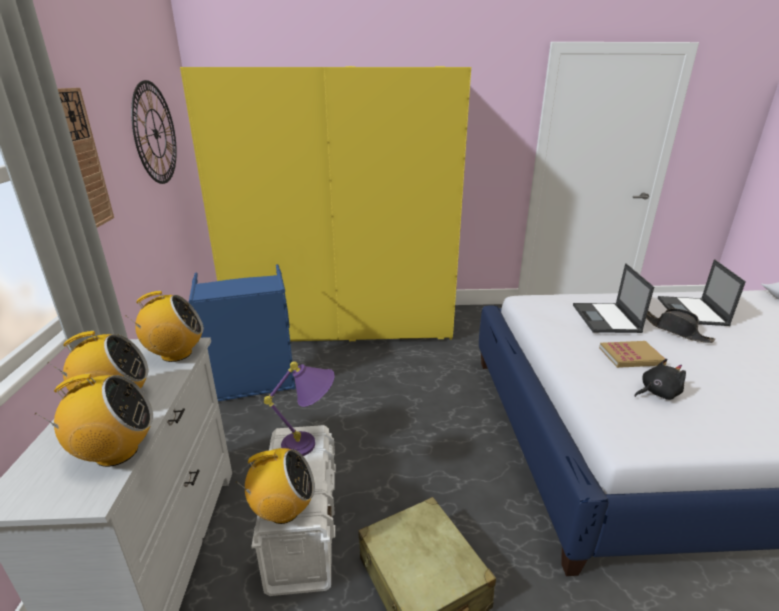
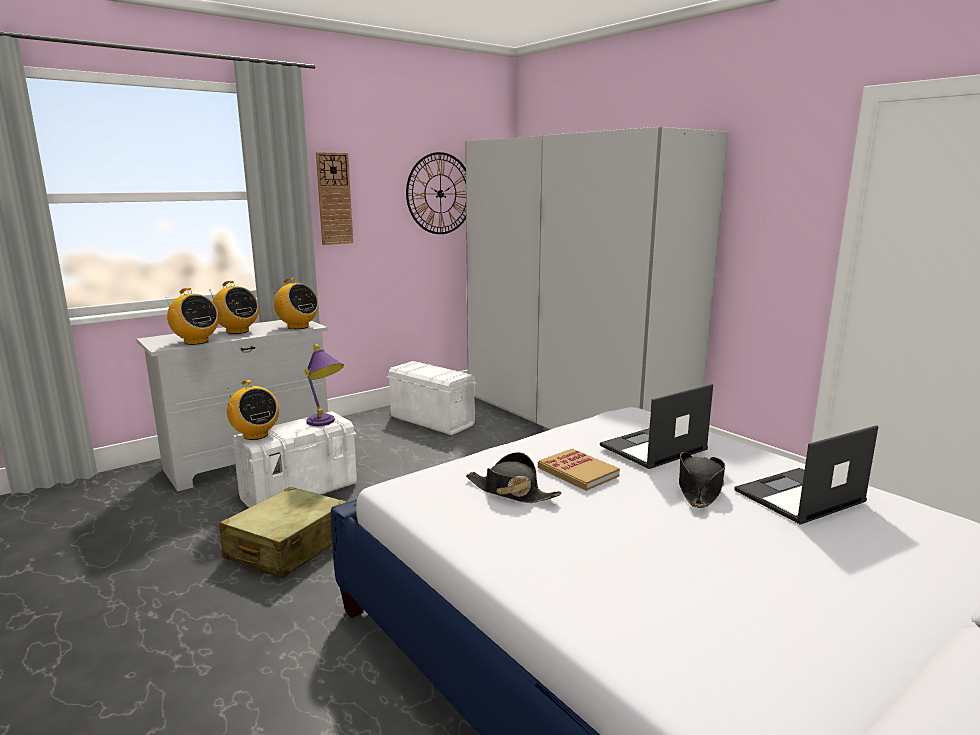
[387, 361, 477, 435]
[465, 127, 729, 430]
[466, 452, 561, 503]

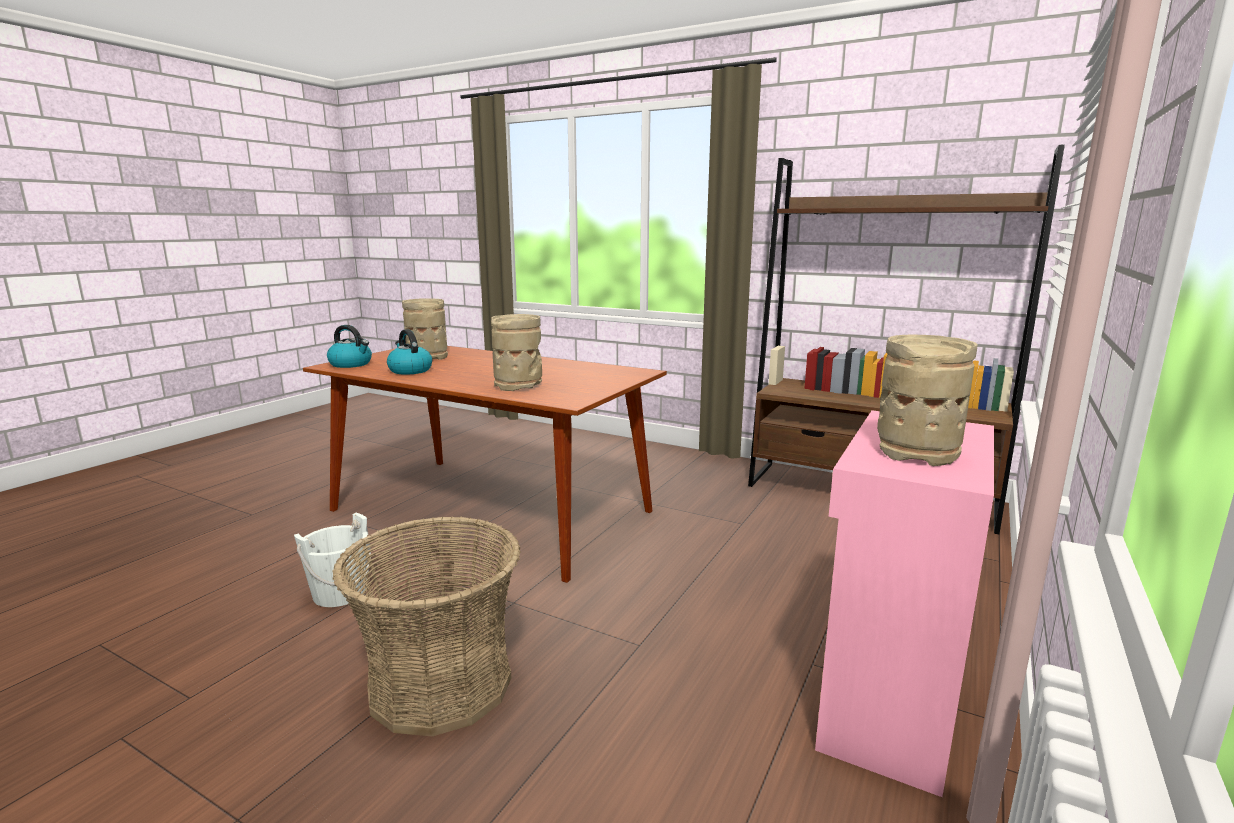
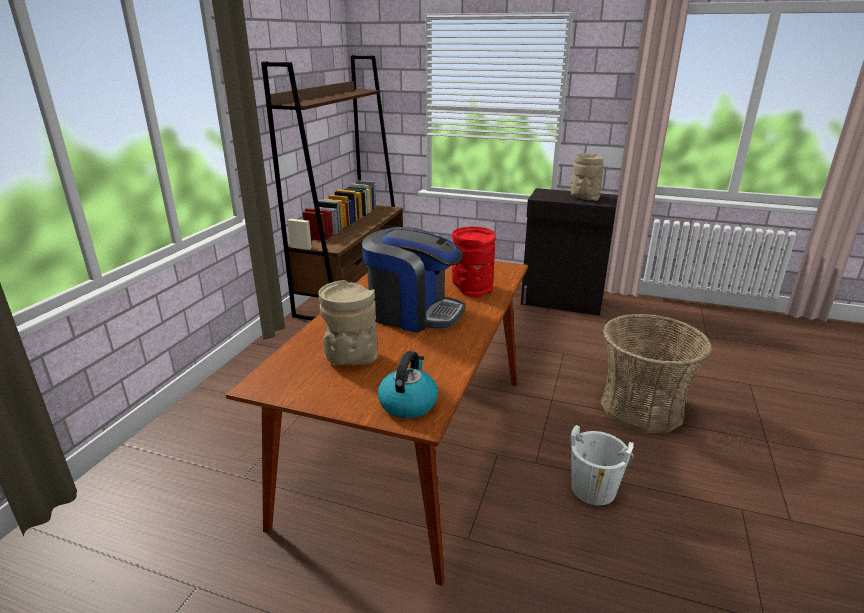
[362, 227, 465, 333]
[452, 226, 495, 298]
[521, 188, 618, 316]
[387, 329, 432, 375] (first image)

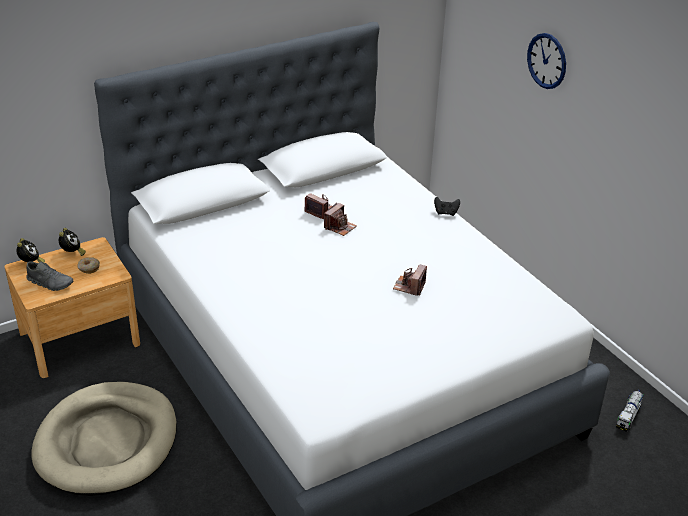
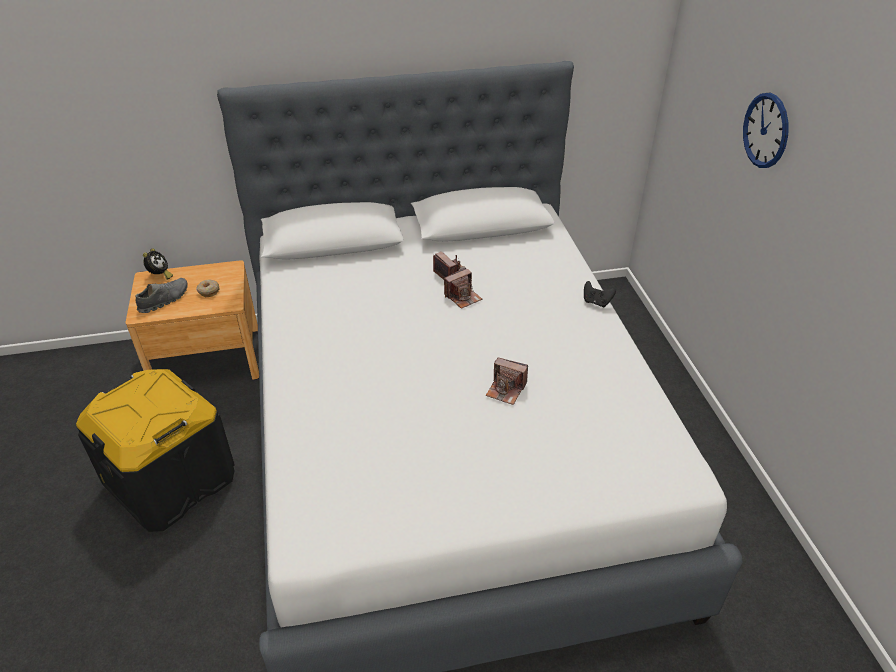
[76, 369, 235, 532]
[136, 278, 188, 313]
[486, 358, 528, 405]
[59, 228, 86, 256] (first image)
[616, 390, 644, 432] (first image)

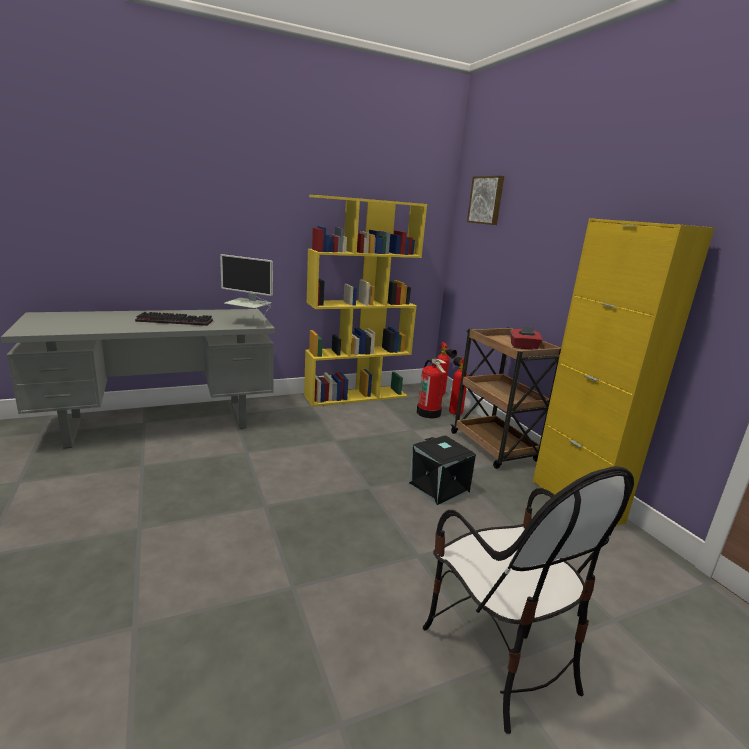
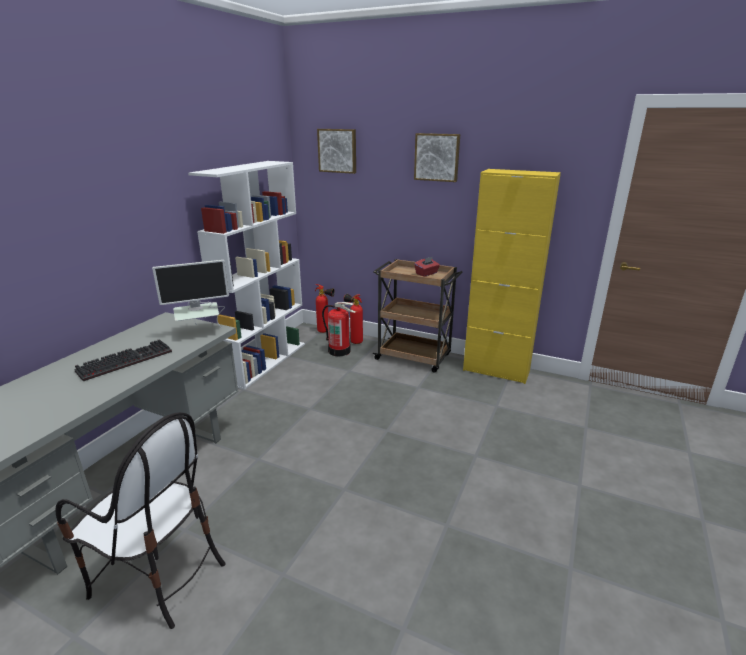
[55, 412, 225, 629]
[188, 161, 305, 390]
[414, 133, 460, 182]
[409, 435, 476, 505] (first image)

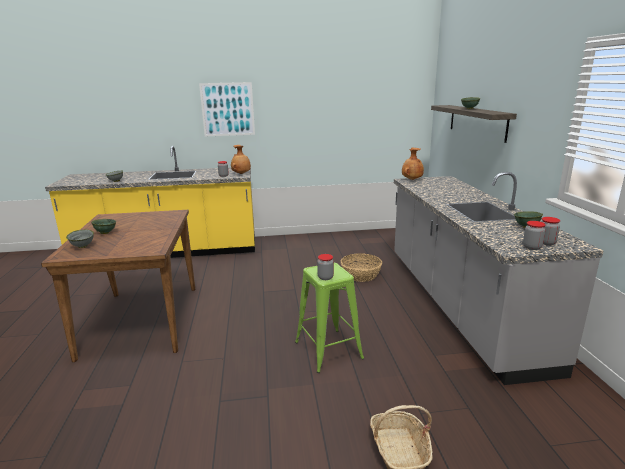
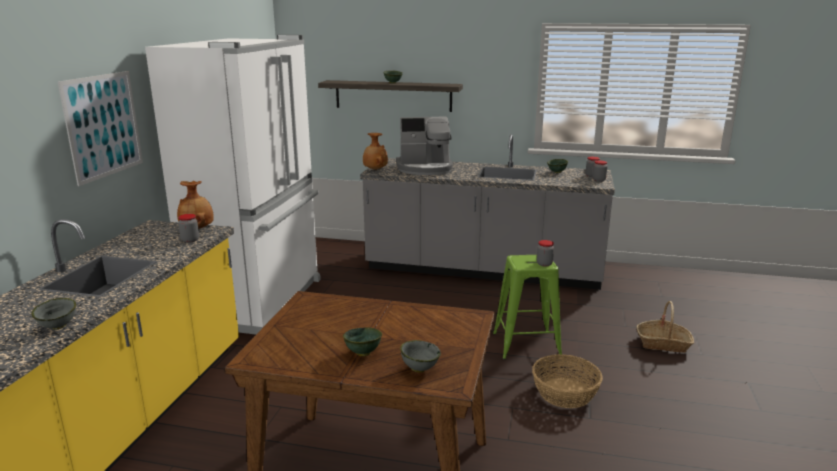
[145, 35, 321, 335]
[396, 117, 453, 175]
[532, 354, 603, 408]

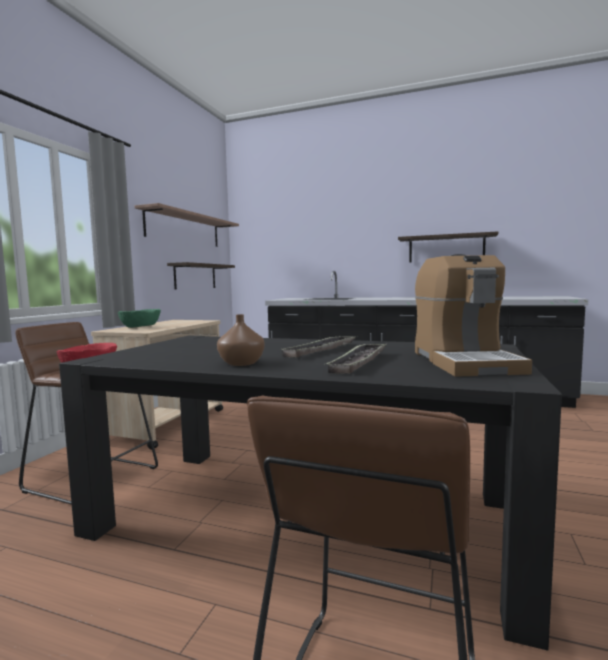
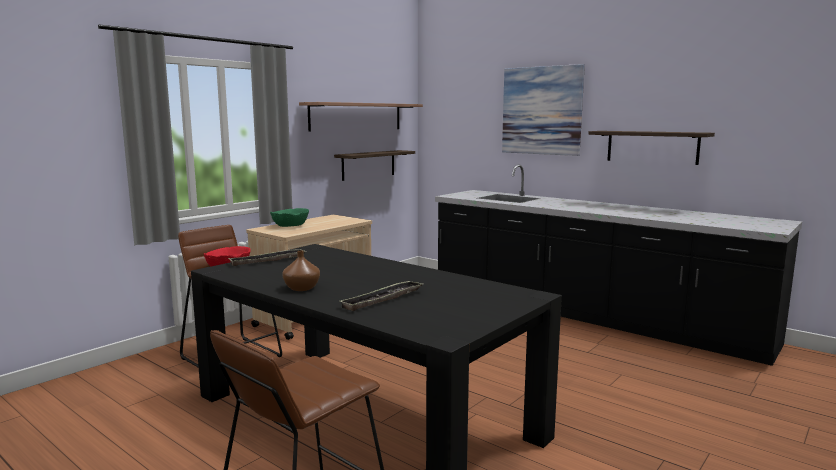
[228, 249, 306, 266]
[502, 64, 585, 156]
[415, 254, 532, 377] (first image)

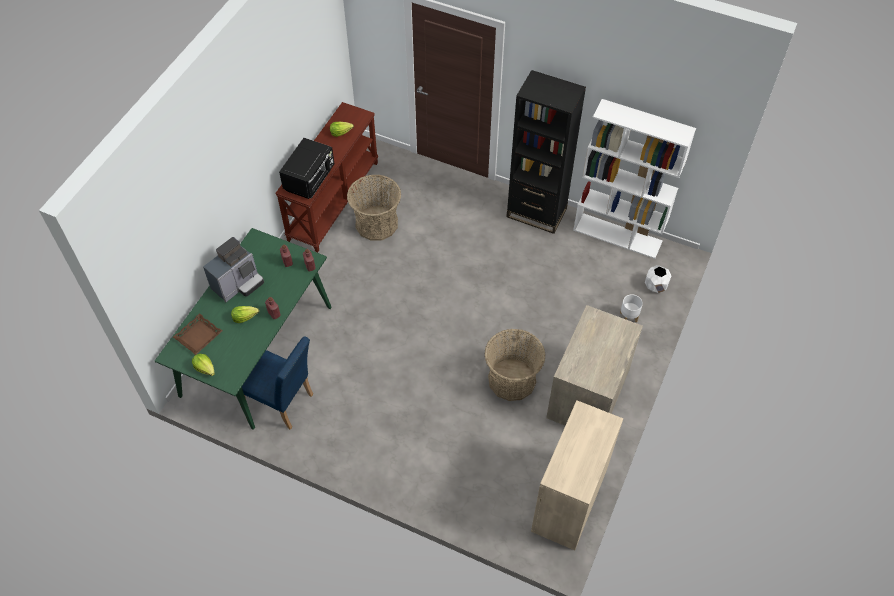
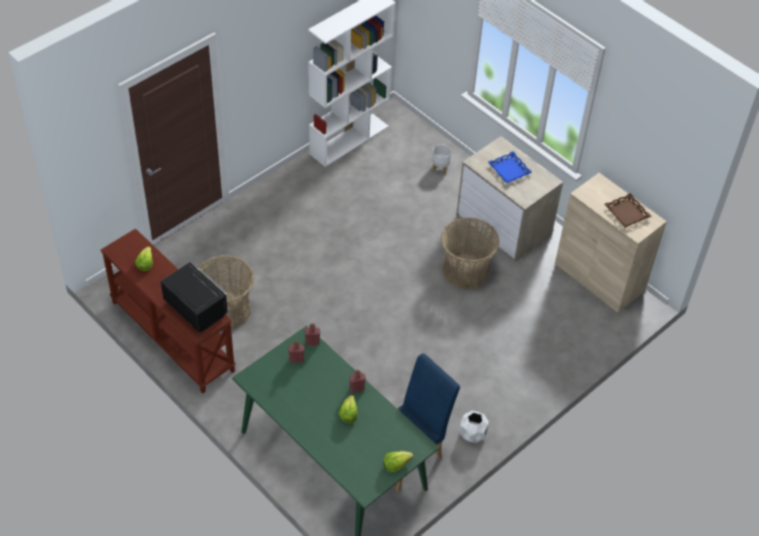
[459, 411, 489, 443]
[488, 152, 532, 183]
[605, 193, 652, 228]
[203, 237, 264, 302] (first image)
[506, 70, 586, 234] (first image)

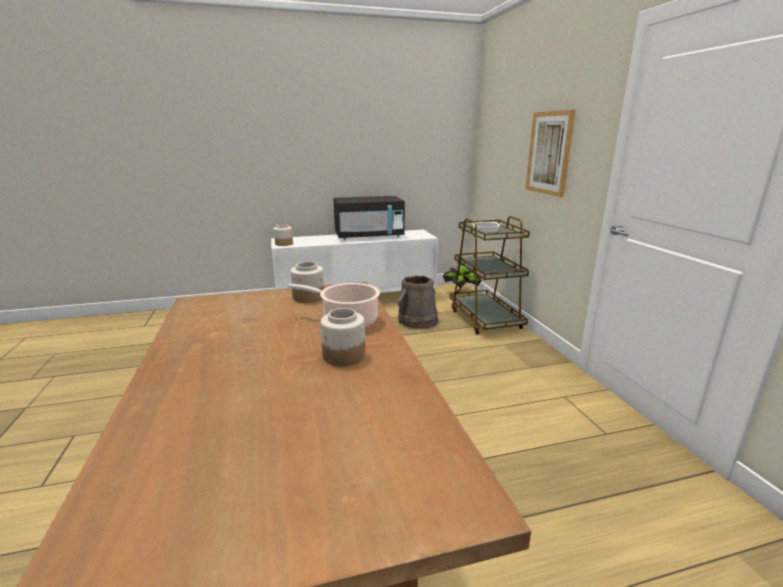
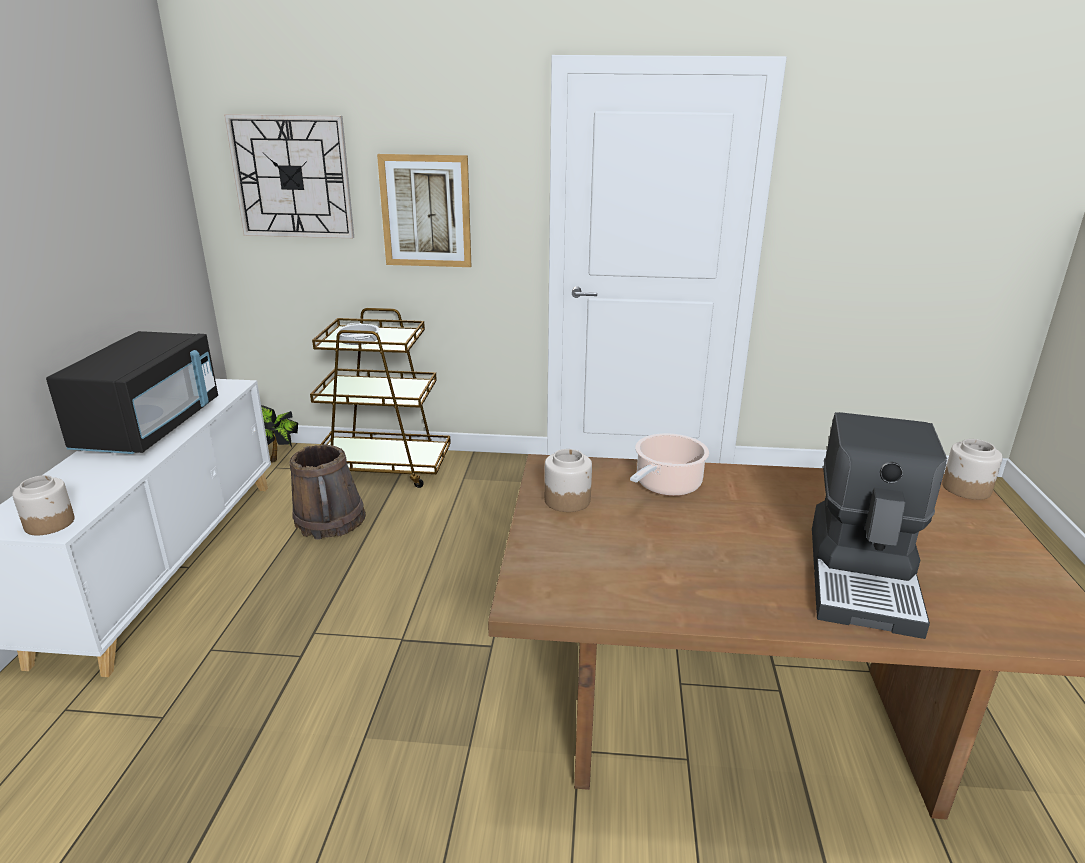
[224, 114, 354, 238]
[812, 412, 947, 639]
[942, 439, 1003, 500]

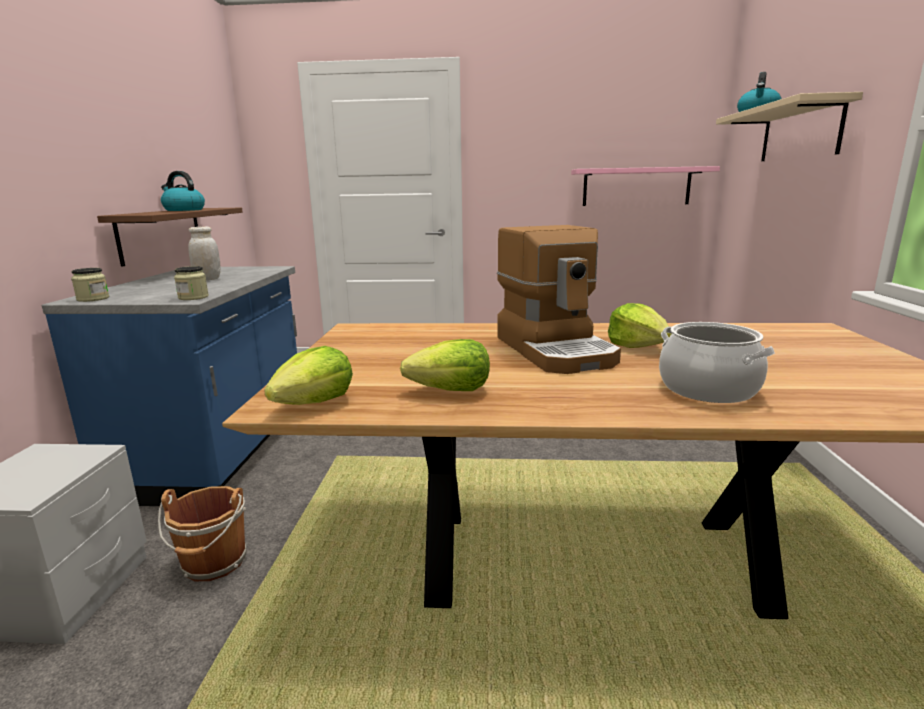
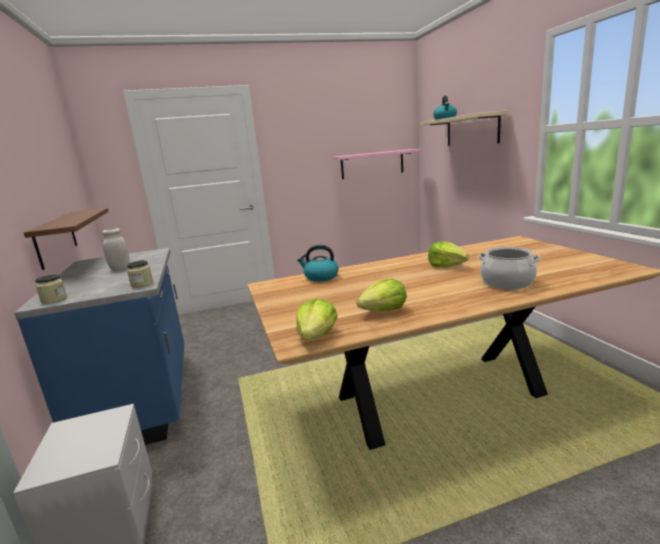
[297, 245, 339, 282]
[158, 486, 247, 581] (first image)
[497, 225, 621, 374] (first image)

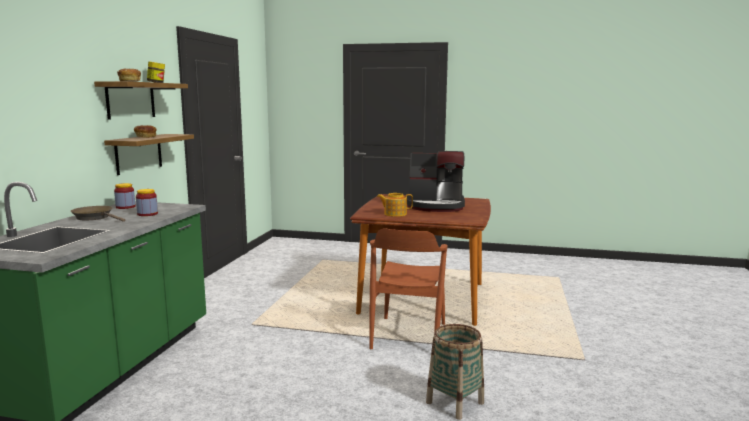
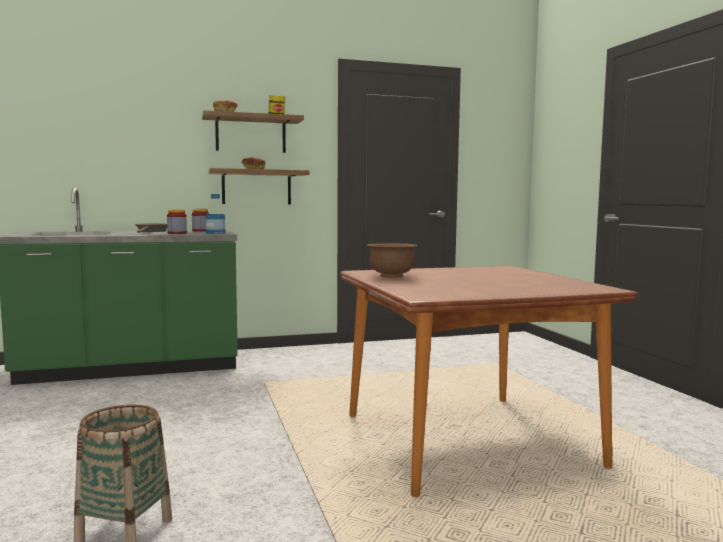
[205, 194, 225, 234]
[367, 243, 417, 278]
[369, 229, 448, 349] (first image)
[407, 151, 465, 212] (first image)

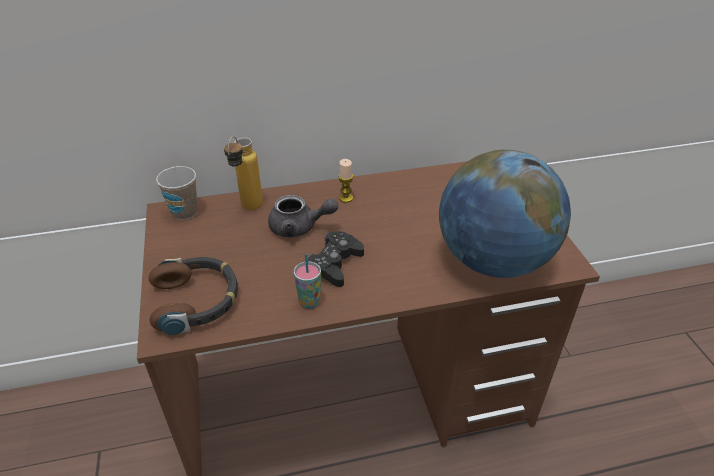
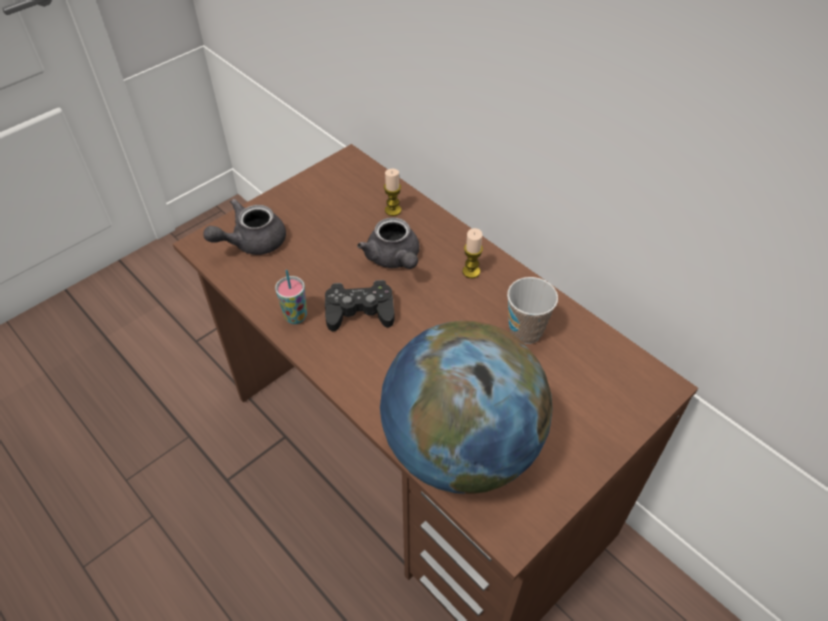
[203, 199, 286, 255]
[384, 169, 401, 216]
[507, 277, 558, 344]

